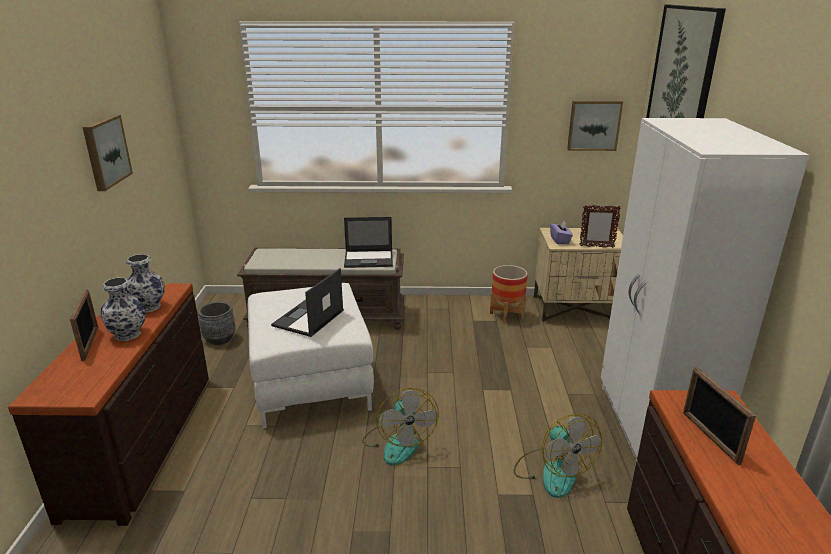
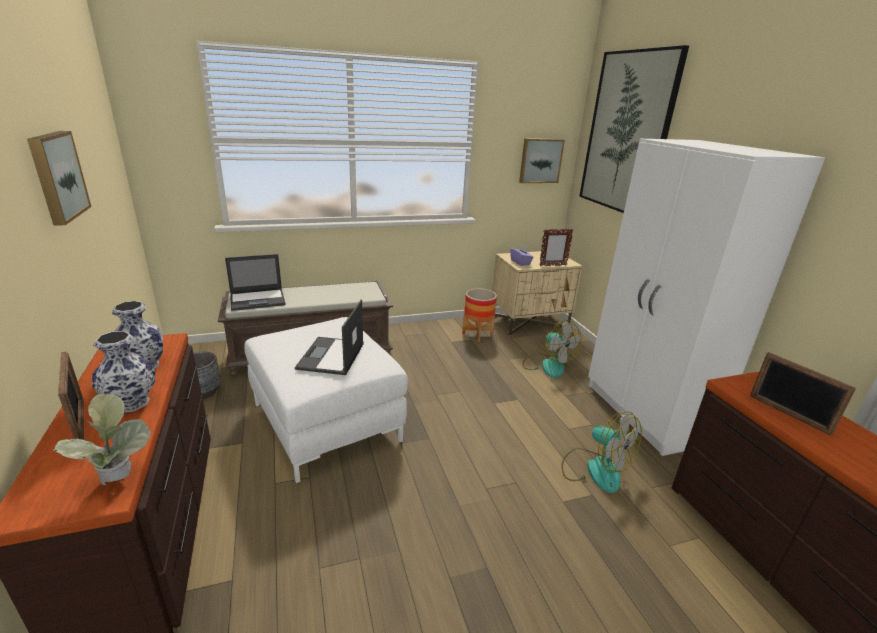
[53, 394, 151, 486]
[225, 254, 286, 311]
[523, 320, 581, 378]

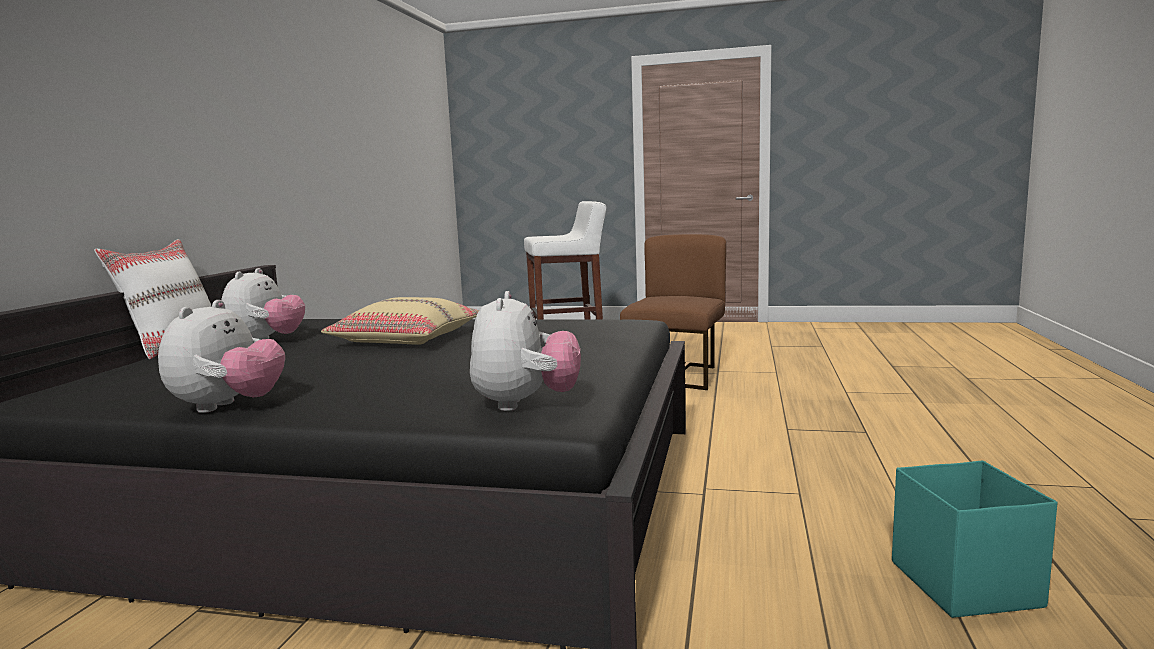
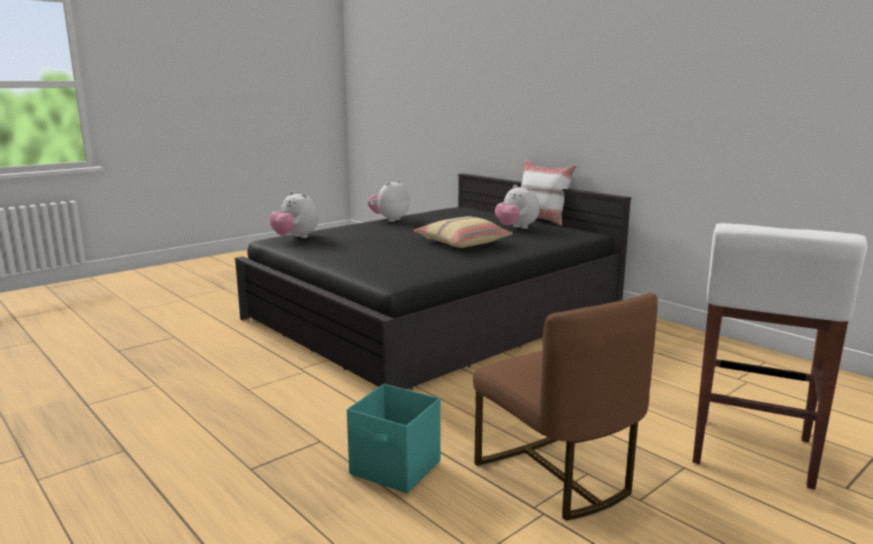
[347, 384, 441, 493]
[367, 180, 410, 222]

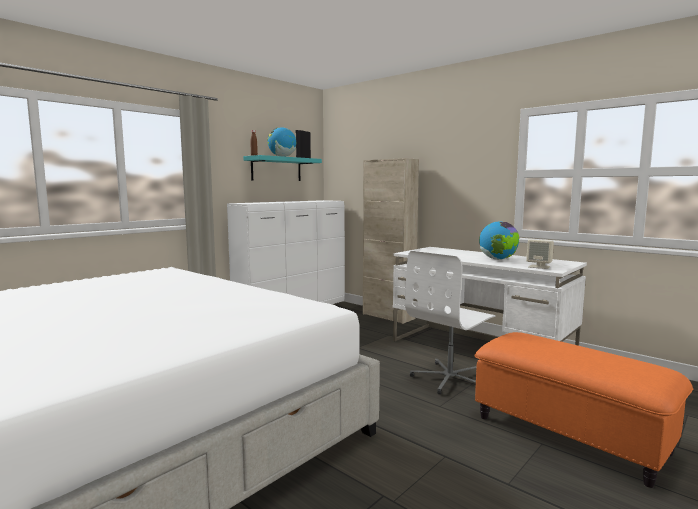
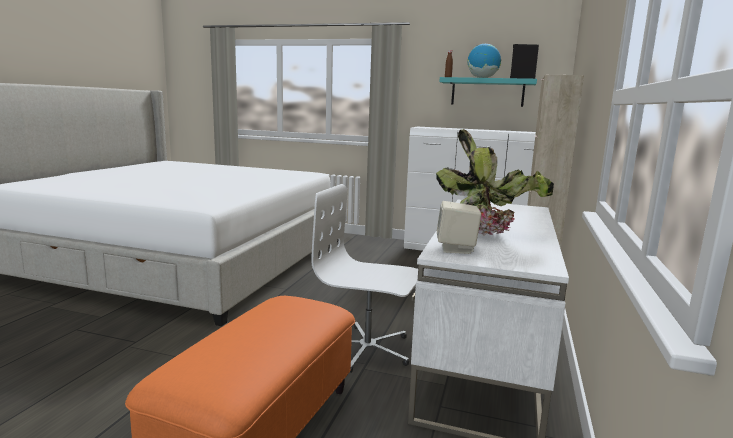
[436, 129, 554, 236]

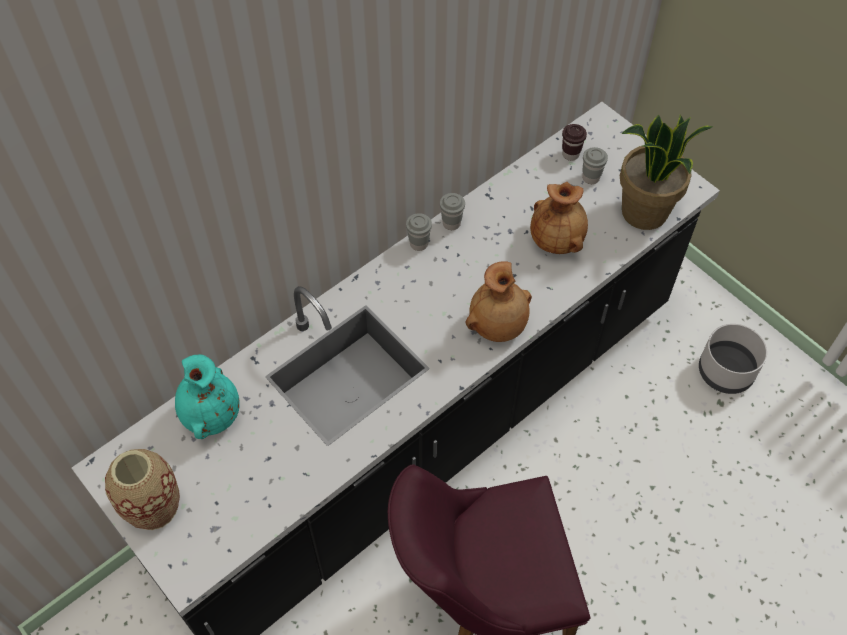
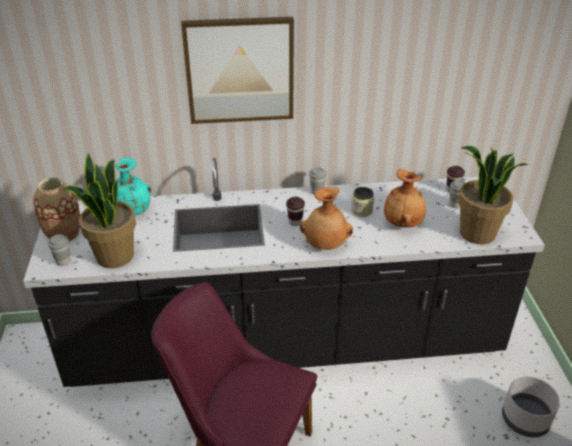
[48, 235, 71, 266]
[64, 153, 136, 268]
[181, 17, 294, 124]
[286, 197, 305, 226]
[351, 187, 374, 217]

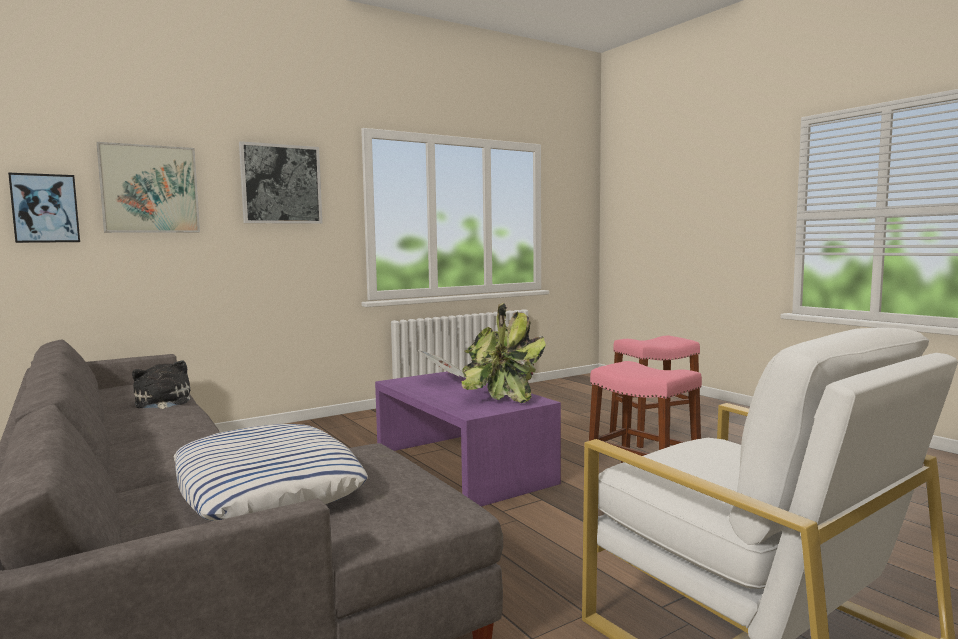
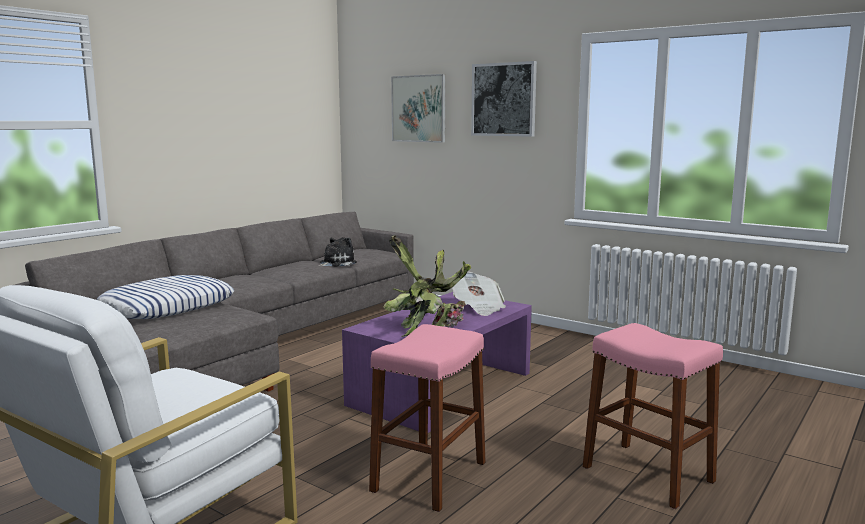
[8, 173, 80, 243] (first image)

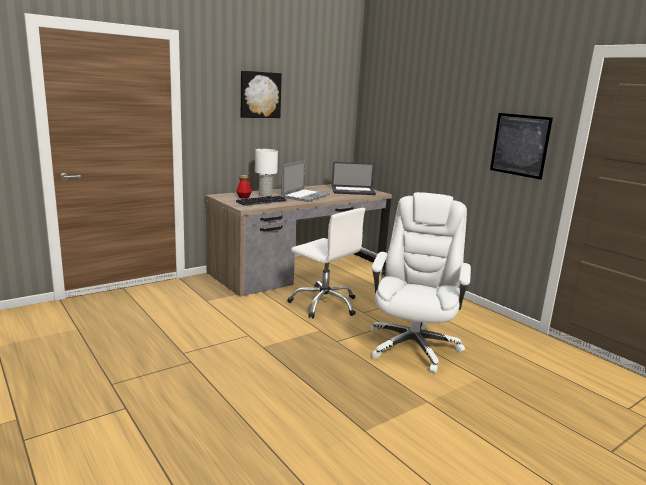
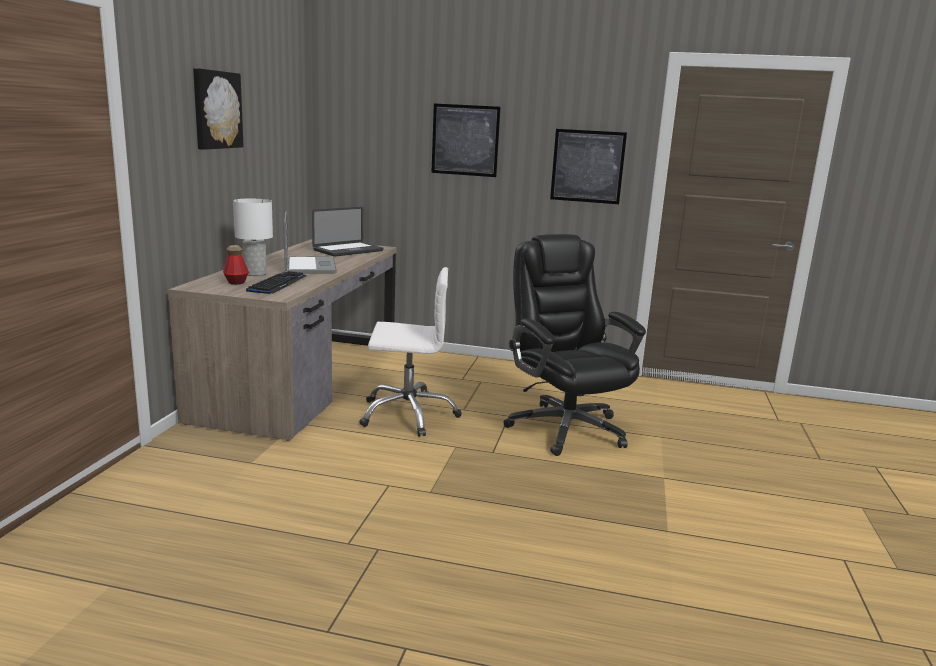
[431, 103, 501, 177]
[503, 234, 646, 456]

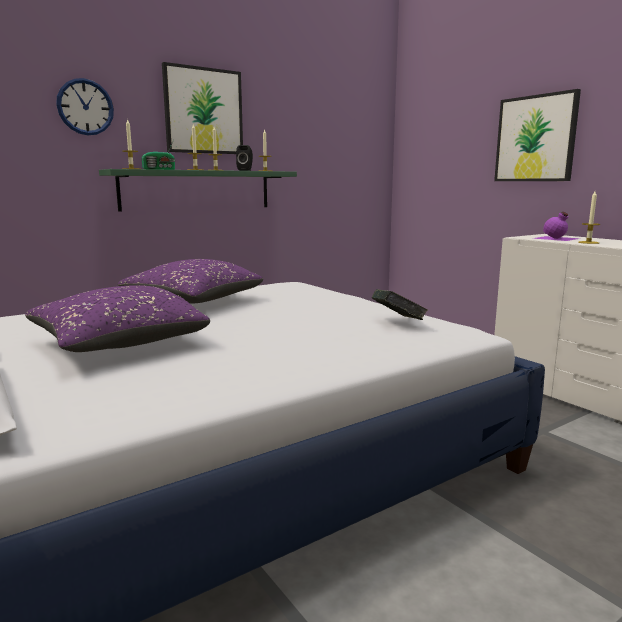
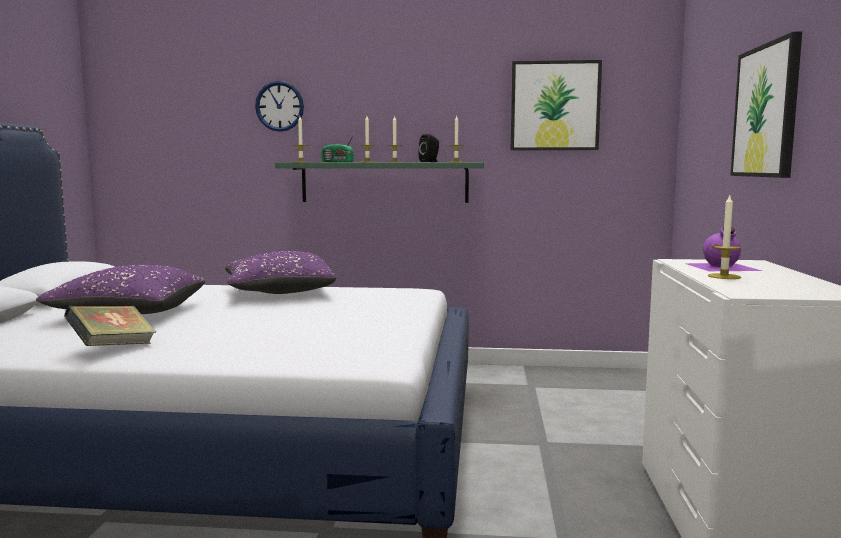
[64, 306, 156, 346]
[511, 60, 602, 150]

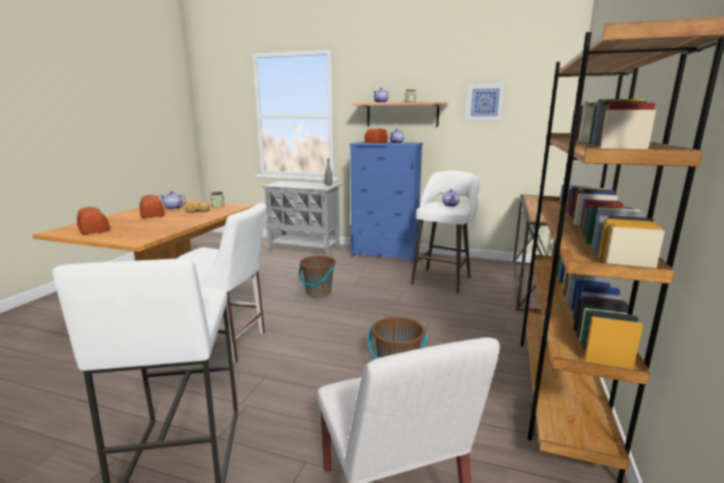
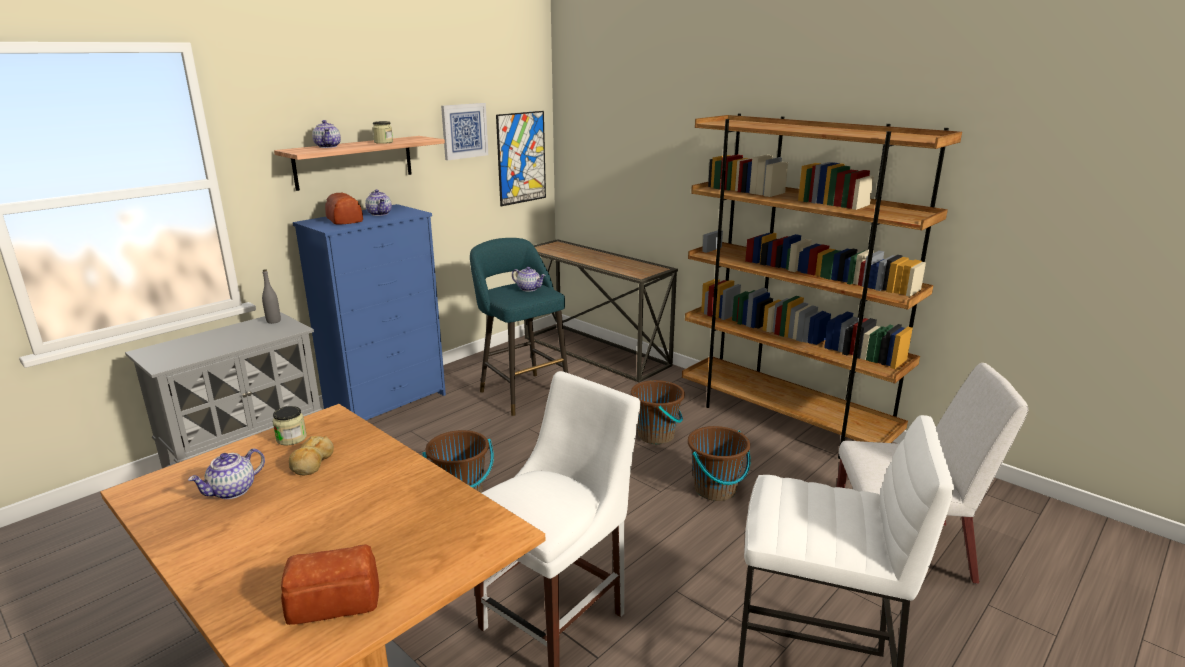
[470, 238, 568, 416]
[496, 111, 546, 206]
[631, 380, 685, 445]
[140, 195, 165, 218] (first image)

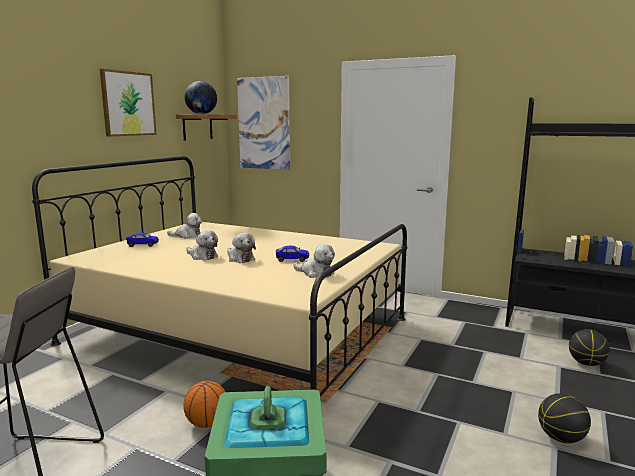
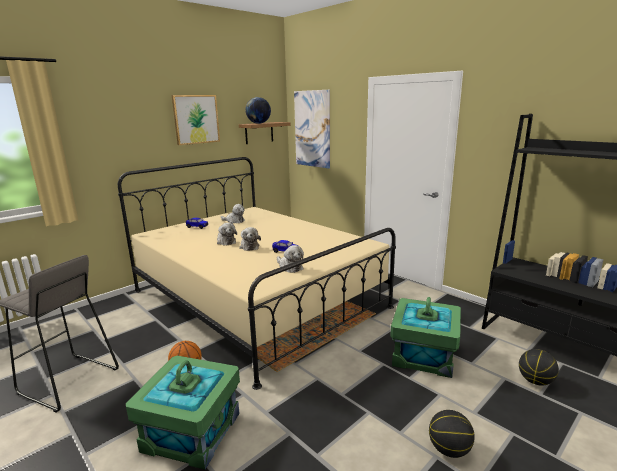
[390, 297, 461, 378]

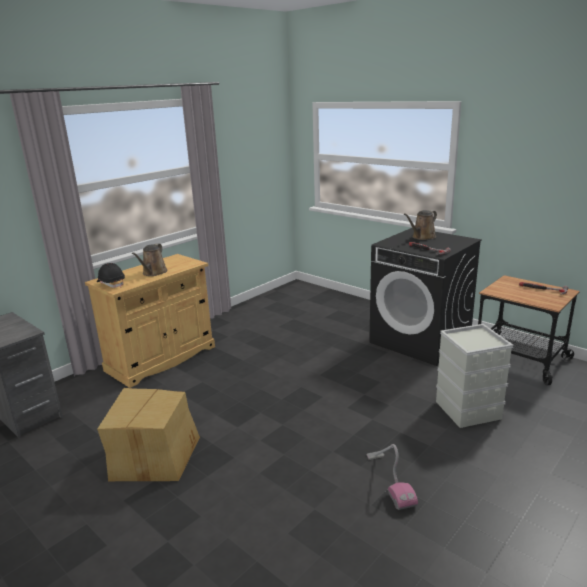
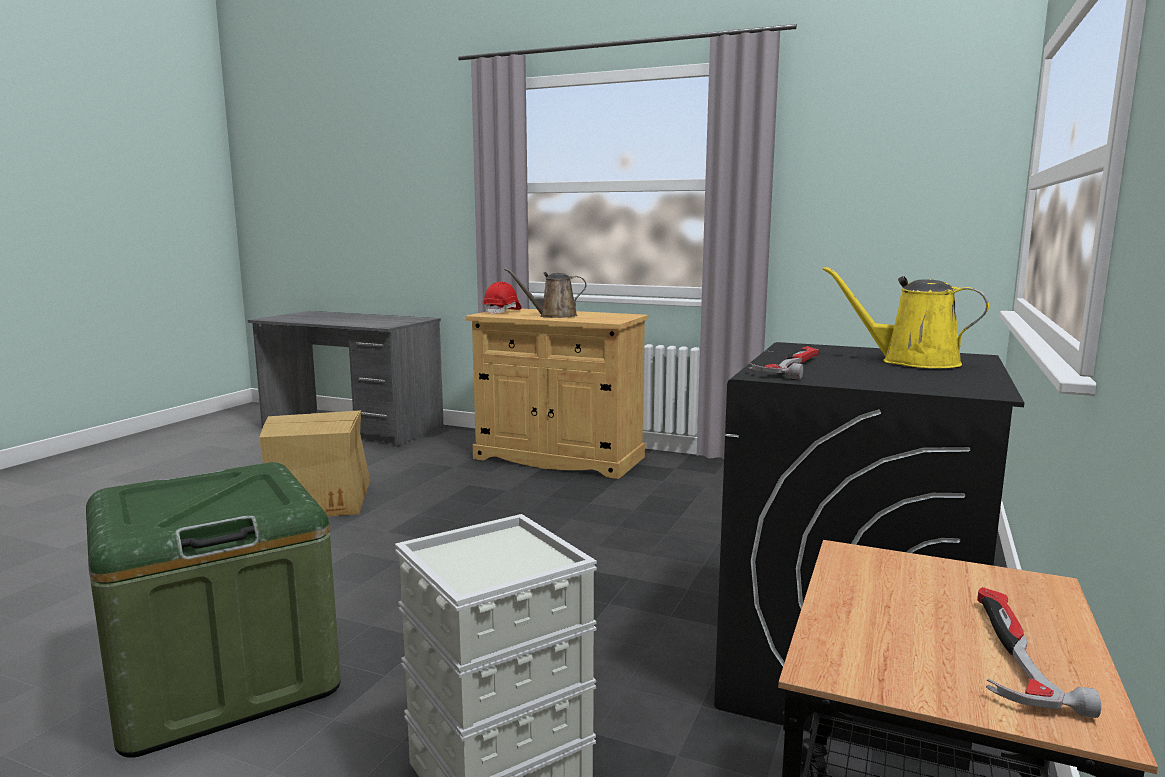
[86, 462, 341, 758]
[483, 282, 522, 315]
[823, 266, 989, 368]

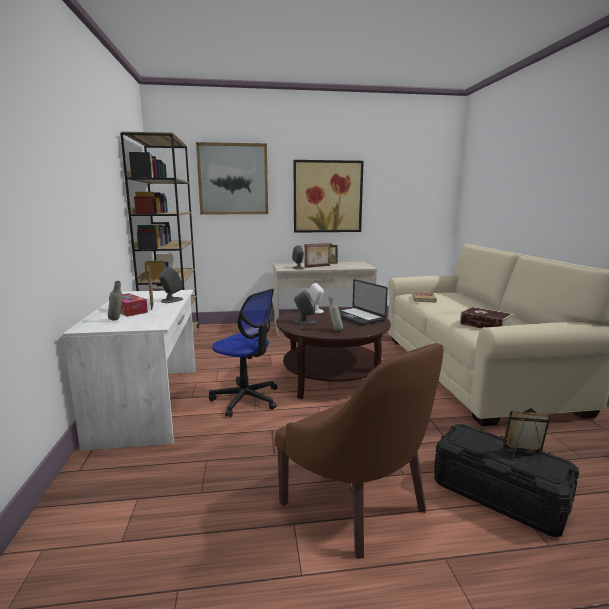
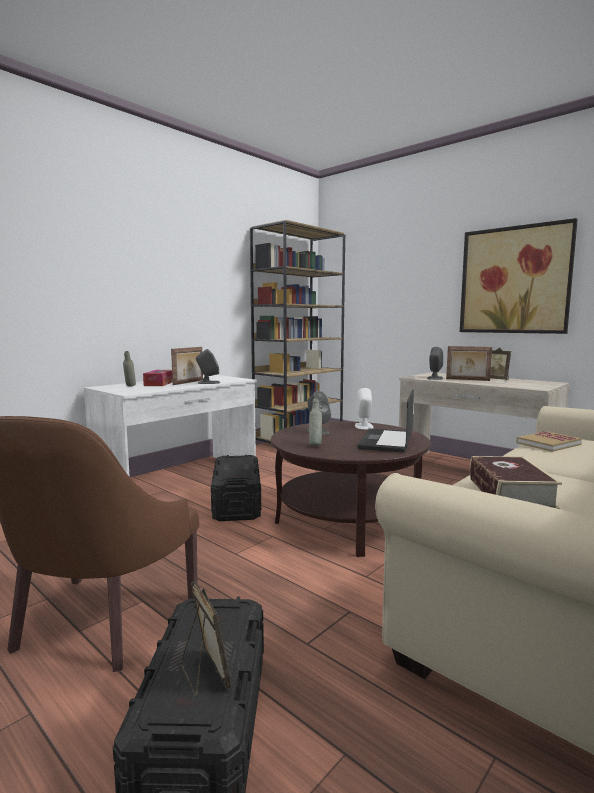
[211, 455, 261, 521]
[196, 142, 268, 214] (first image)

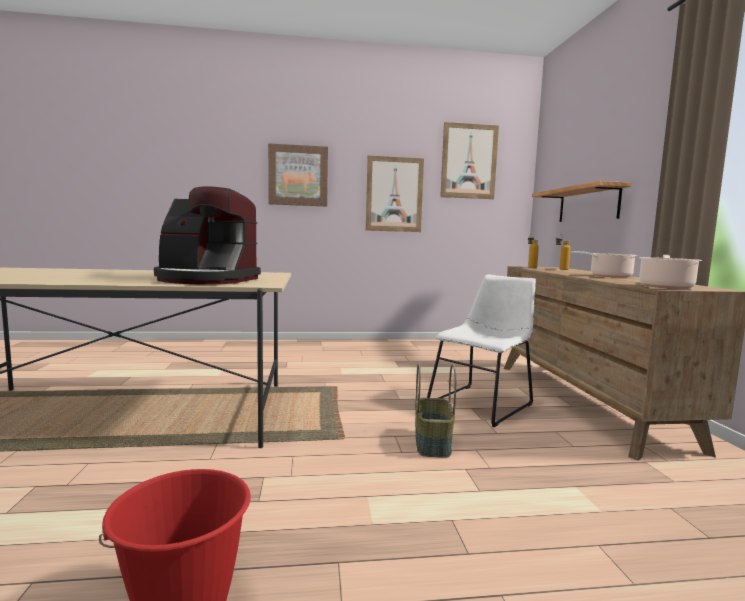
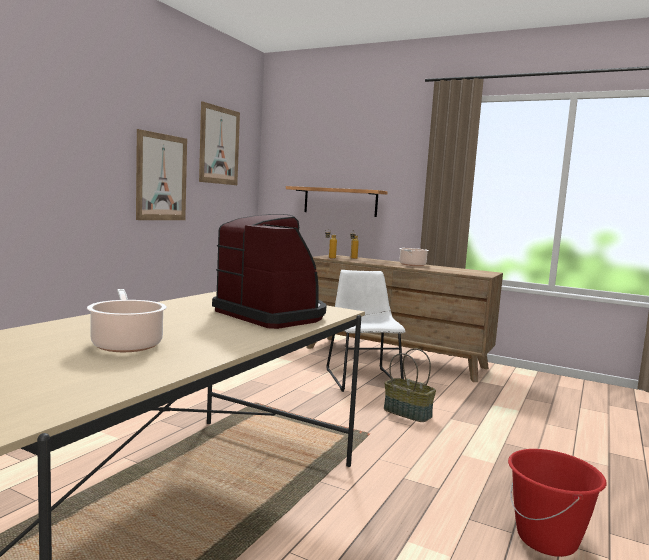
[87, 289, 167, 352]
[212, 214, 327, 329]
[268, 143, 328, 207] (first image)

